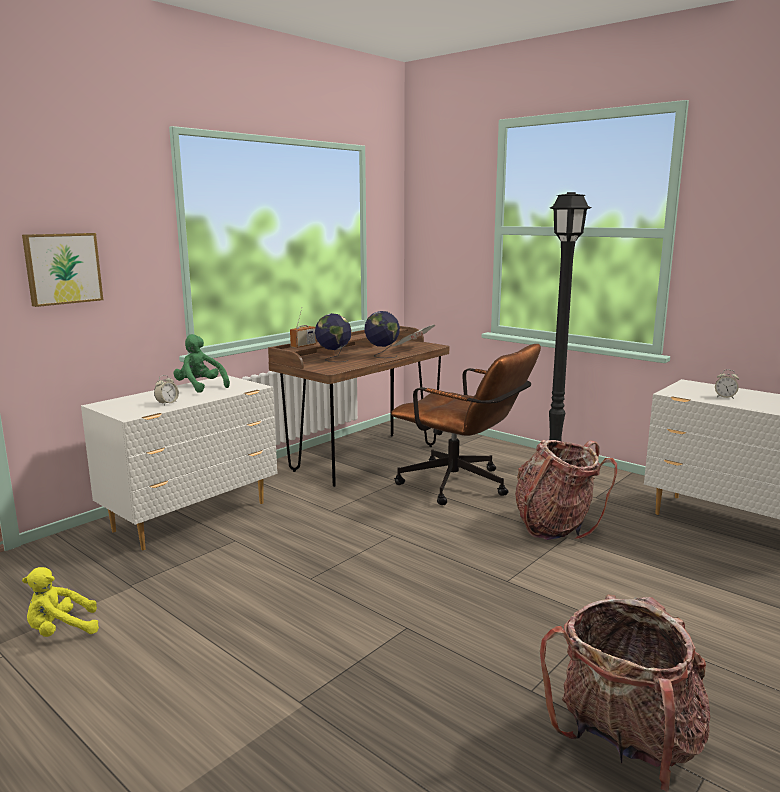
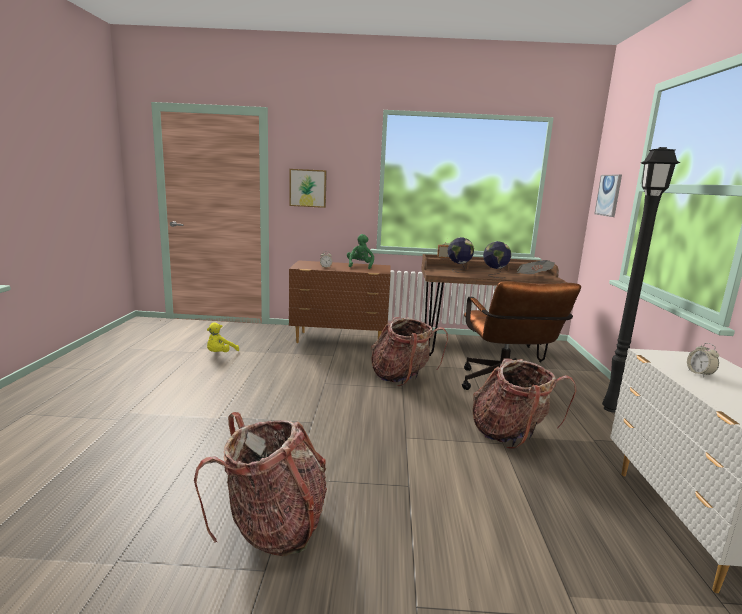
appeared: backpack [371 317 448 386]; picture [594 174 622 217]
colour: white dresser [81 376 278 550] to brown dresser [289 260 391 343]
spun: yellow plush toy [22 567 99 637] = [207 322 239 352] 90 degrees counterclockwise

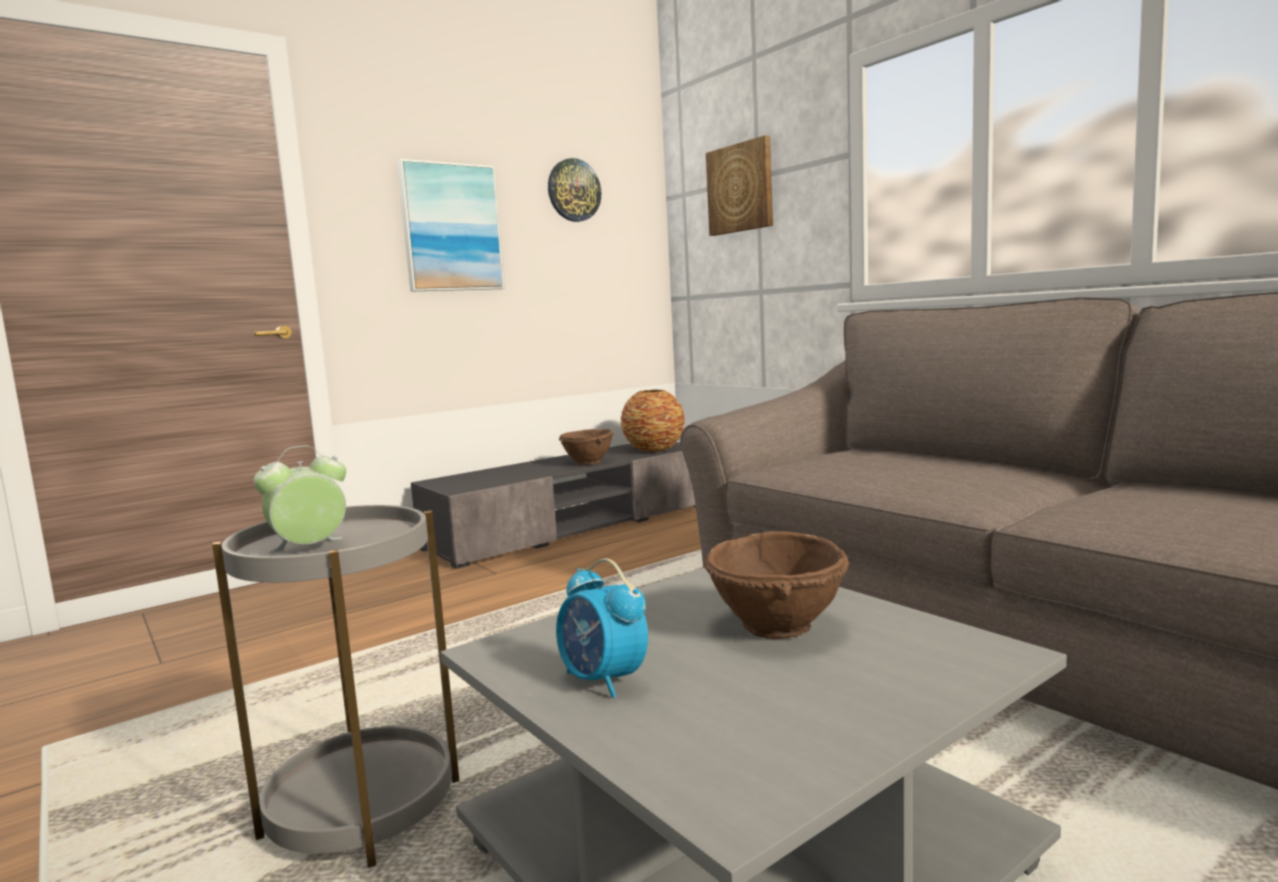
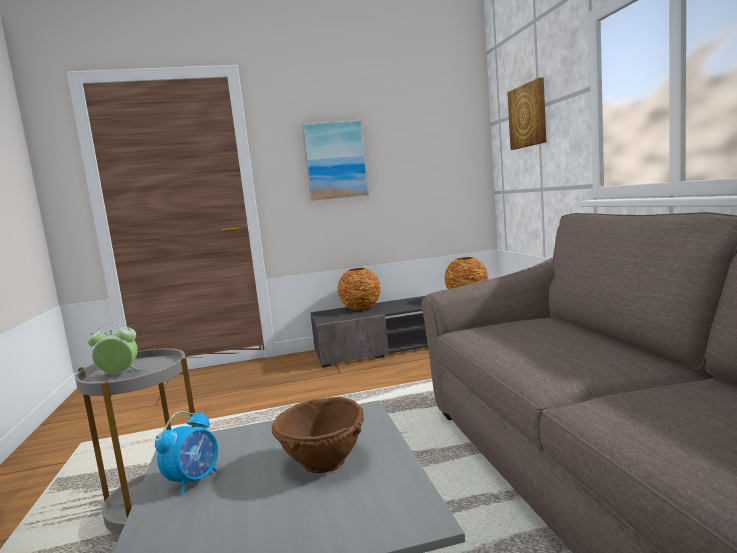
missing: wall clock [548 158 601 222]; brown bowl [559 429 614 465]
appeared: vase [338 268 381 310]
spun: alarm clock [556 558 648 698] = [155 411 218 495] 135 degrees counterclockwise

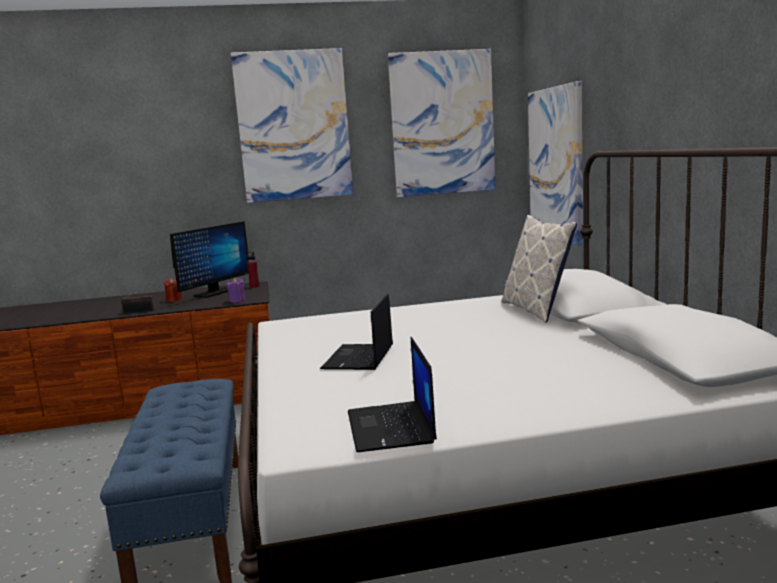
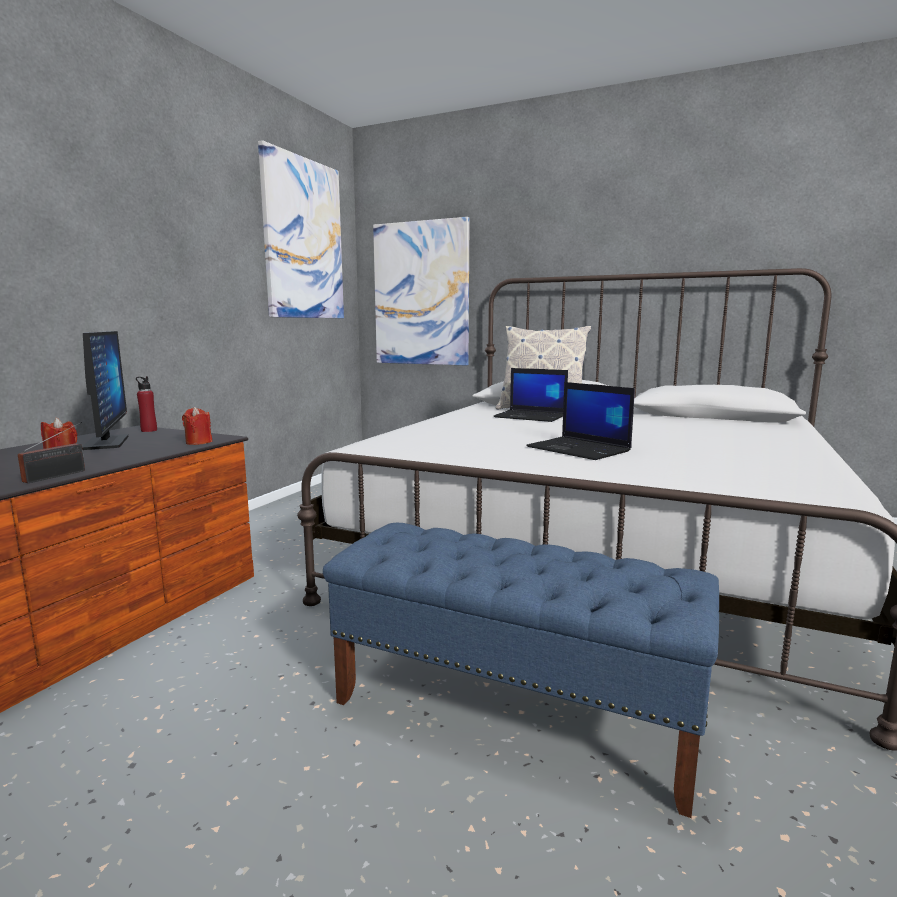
missing: picture [231 48 353 203]
relocated: laptop [348 337 437 452] to [493 368 568 422]
colour: purple candle [227 278 246 303] to red candle [182 407 212 445]

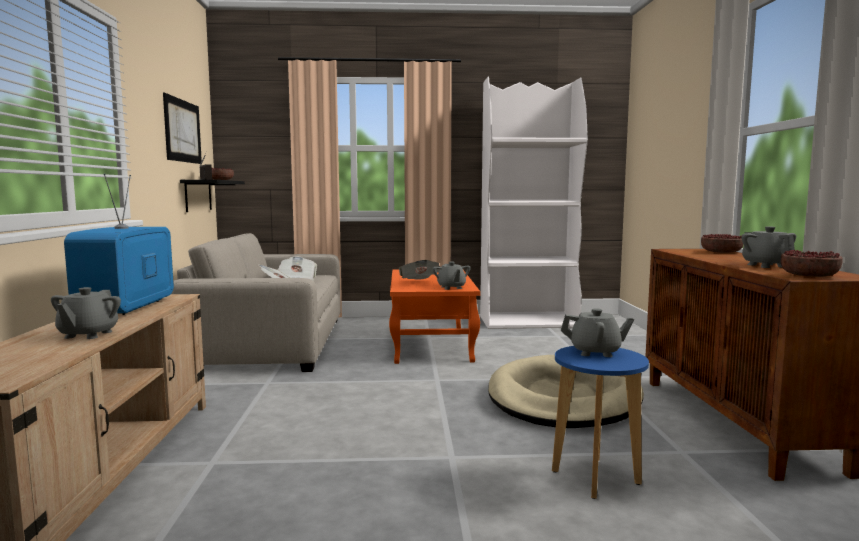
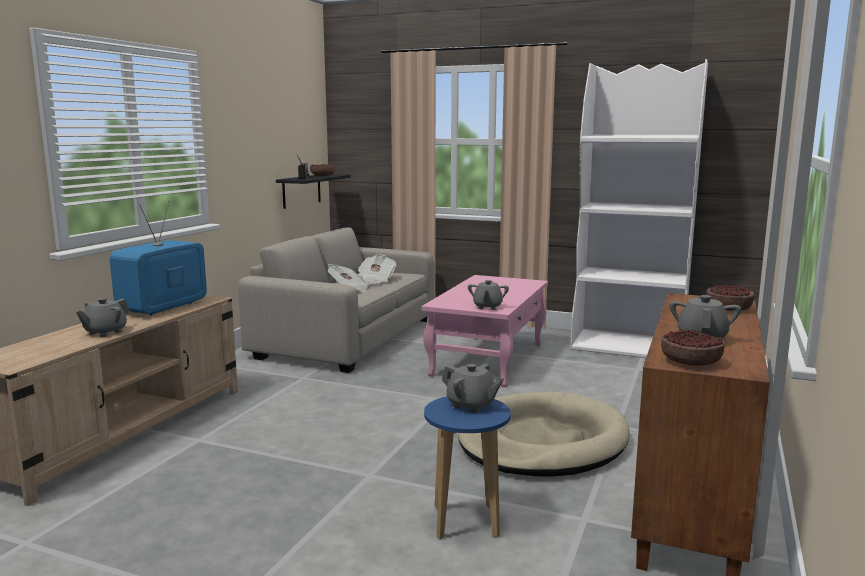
missing: picture [163 93 202 164]; newspaper [399 260 440 280]
colour: orange coffee table [389 269 480 364] to pink coffee table [422 275 548 387]

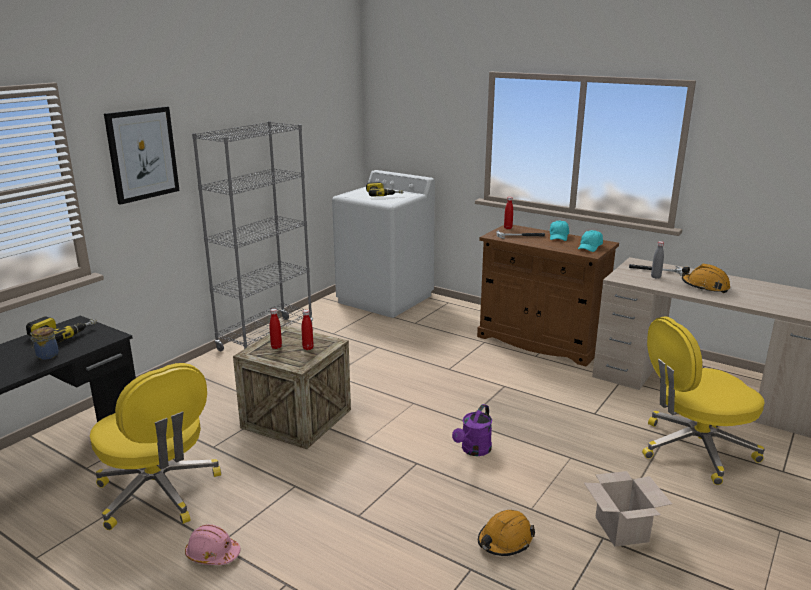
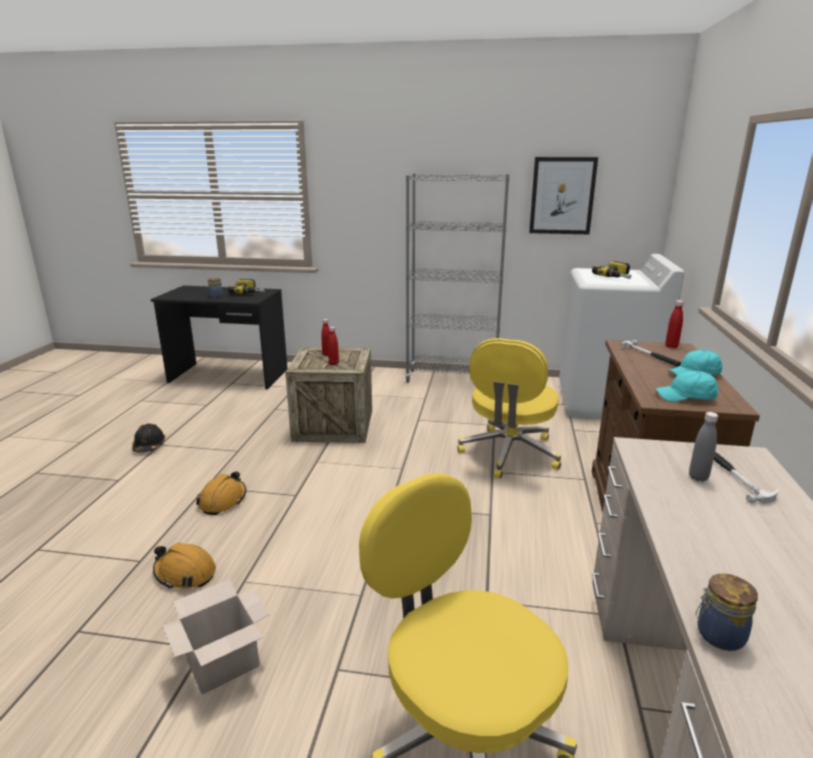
missing: purple watering can [452 404 492 456]
appeared: jar [696 573 758 651]
relocated: yellow office chair [90 363 221 530] to [457 338 561 479]; picture [104 106 180 205] to [529 157 598 234]; orange hard hat [682 264 730 293] to [196 471 246 515]
colour: pink hard hat [185 524 241 565] to black hard hat [132 423 165 453]

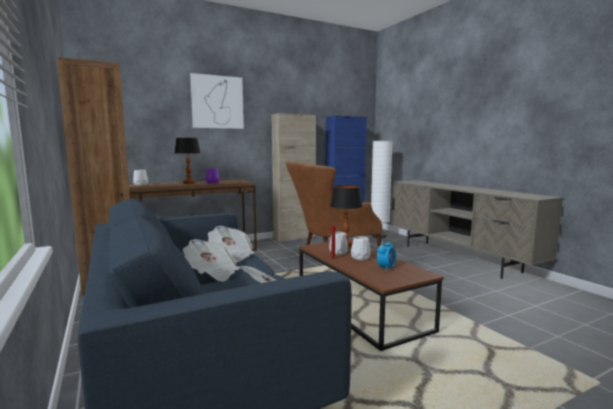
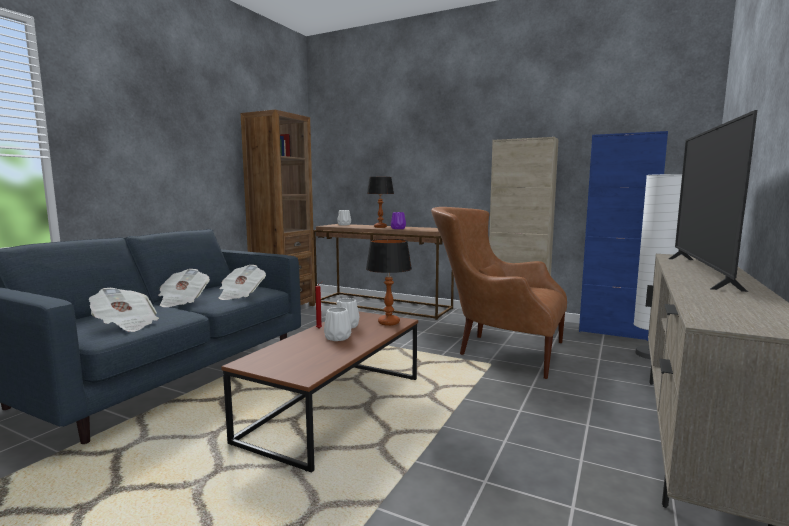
missing: picture [190 73 244 129]; alarm clock [377 240 396 271]
appeared: television [669 110 757 292]

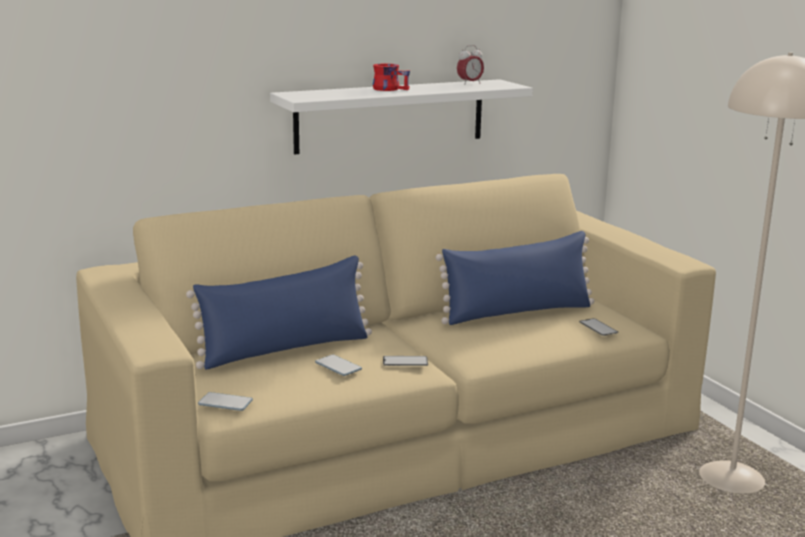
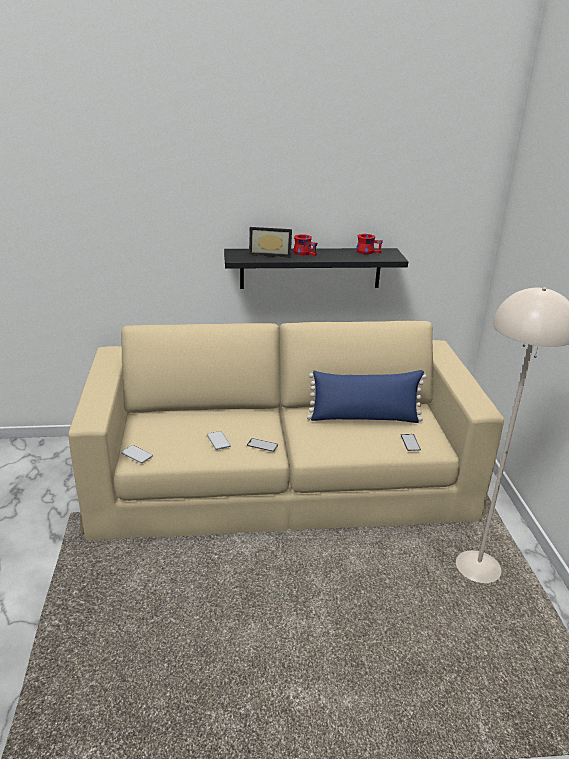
missing: blue pillow [186 256 372 370]
appeared: picture frame [249 227 292 257]
exchanged: alarm clock [457 45 484 85] to red mug [356 234 383 254]
colour: white shelf [270 79 533 154] to black shelf [224 248 408 289]

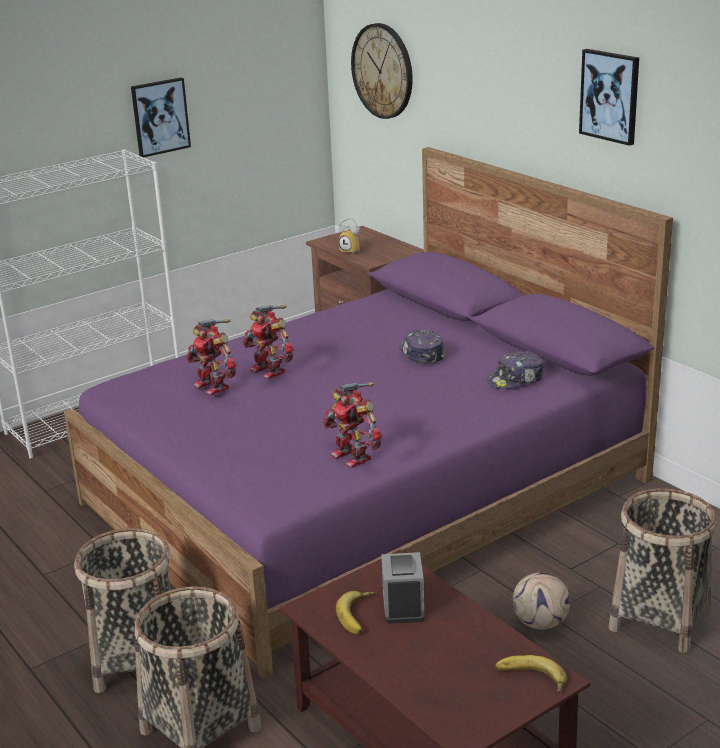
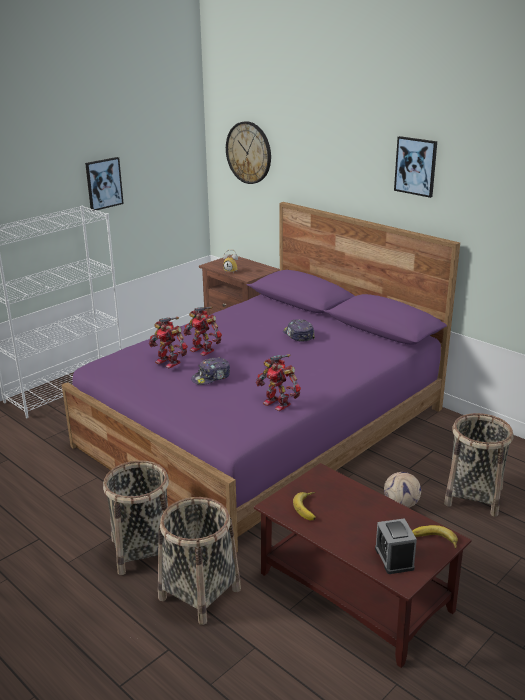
relocated: alarm clock [381 552 425 624] to [375 518 417 574]; cap [486 351 543 389] to [191 357 230 385]

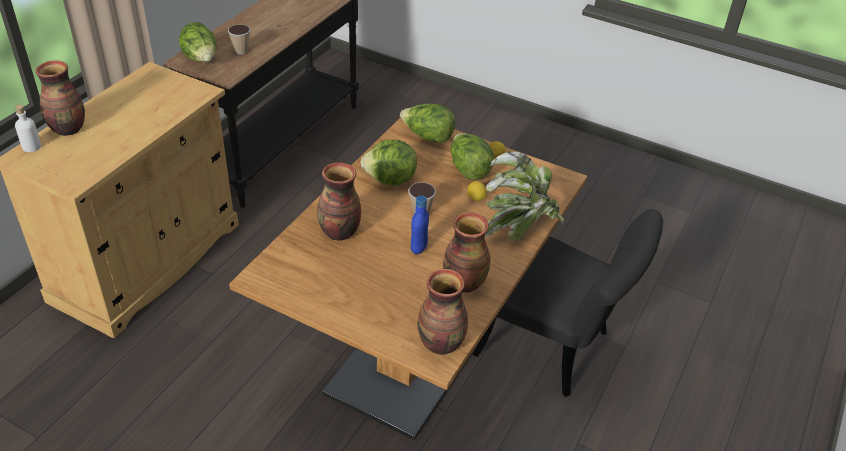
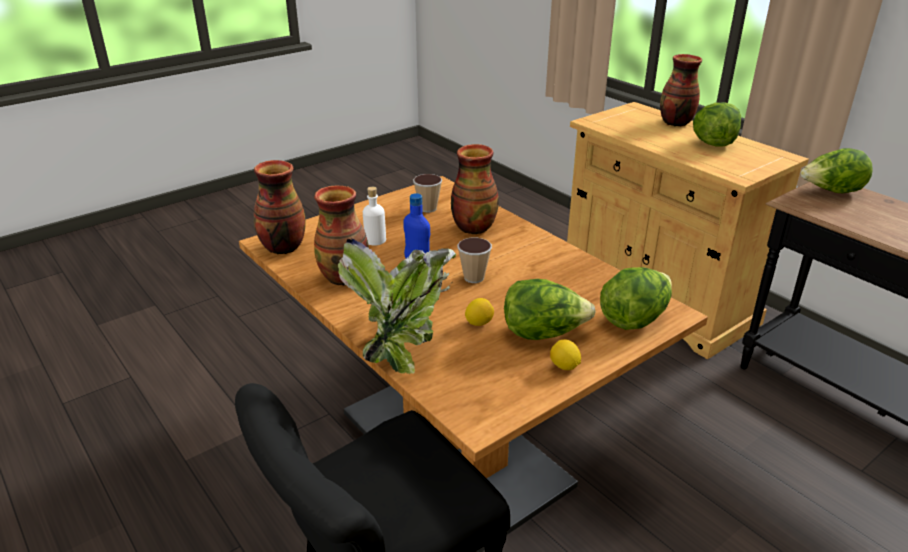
relocated: white bottle [15 105 41 152] to [363 187 386 246]; cup [228 24 250 55] to [413 174 442 213]; lettuce [360 140 417 186] to [693 102 741 147]

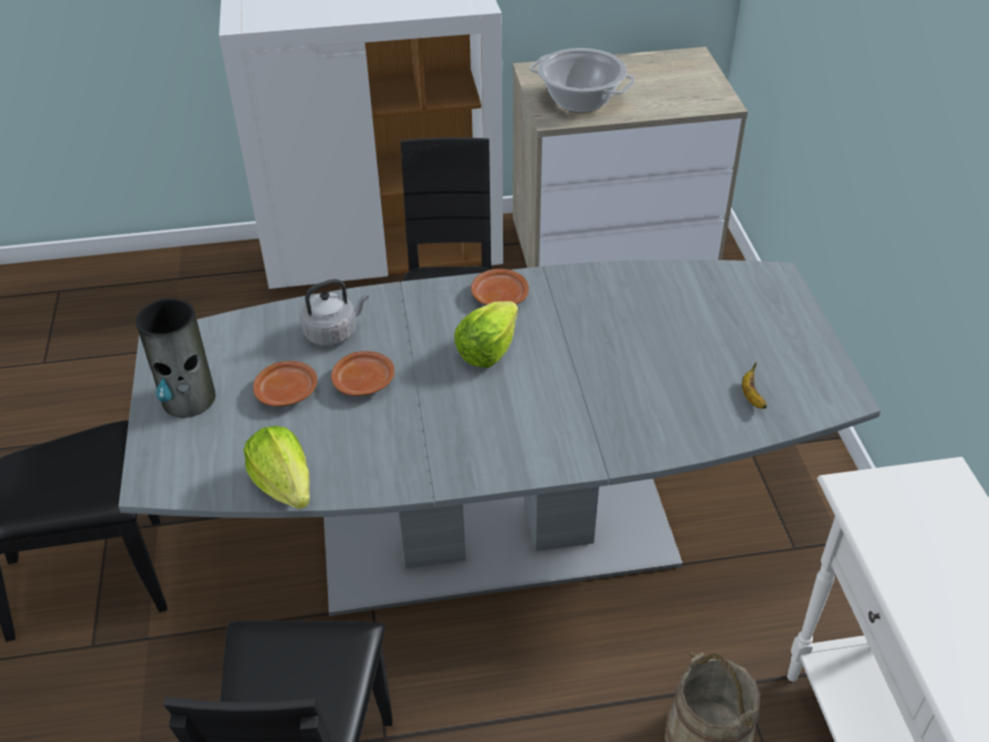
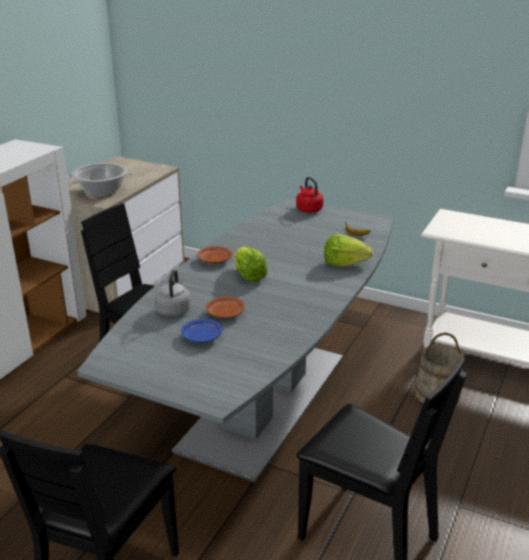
missing: vase [136 298 216 418]
appeared: red kettle [296 177 323 213]
relocated: lettuce [244 426 310 509] to [324 234 373 267]
colour: brown plate [253 361 317 406] to blue plate [181 319 222 343]

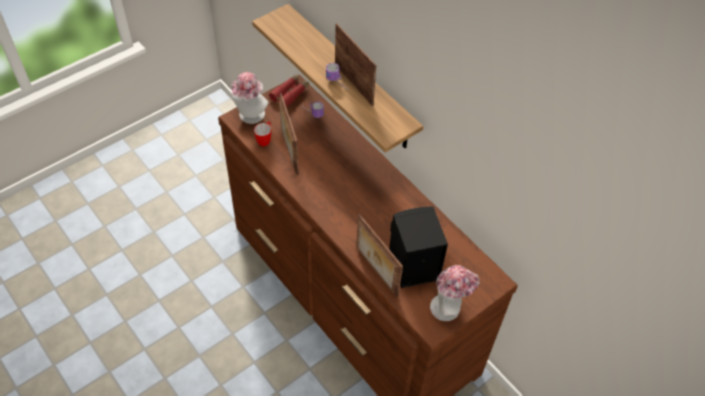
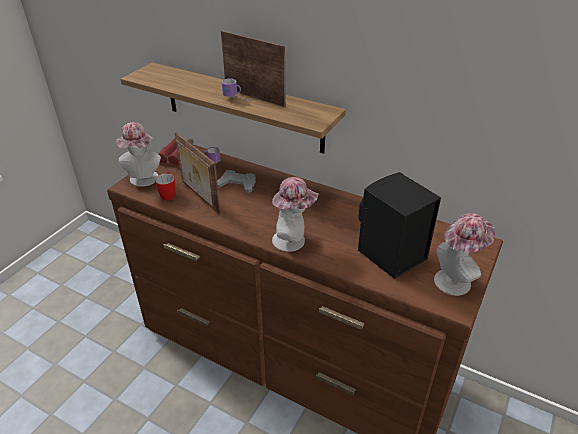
missing: picture frame [356 214 403 297]
appeared: grey game controller [217 170 256 193]; hat [272 177 318 252]

